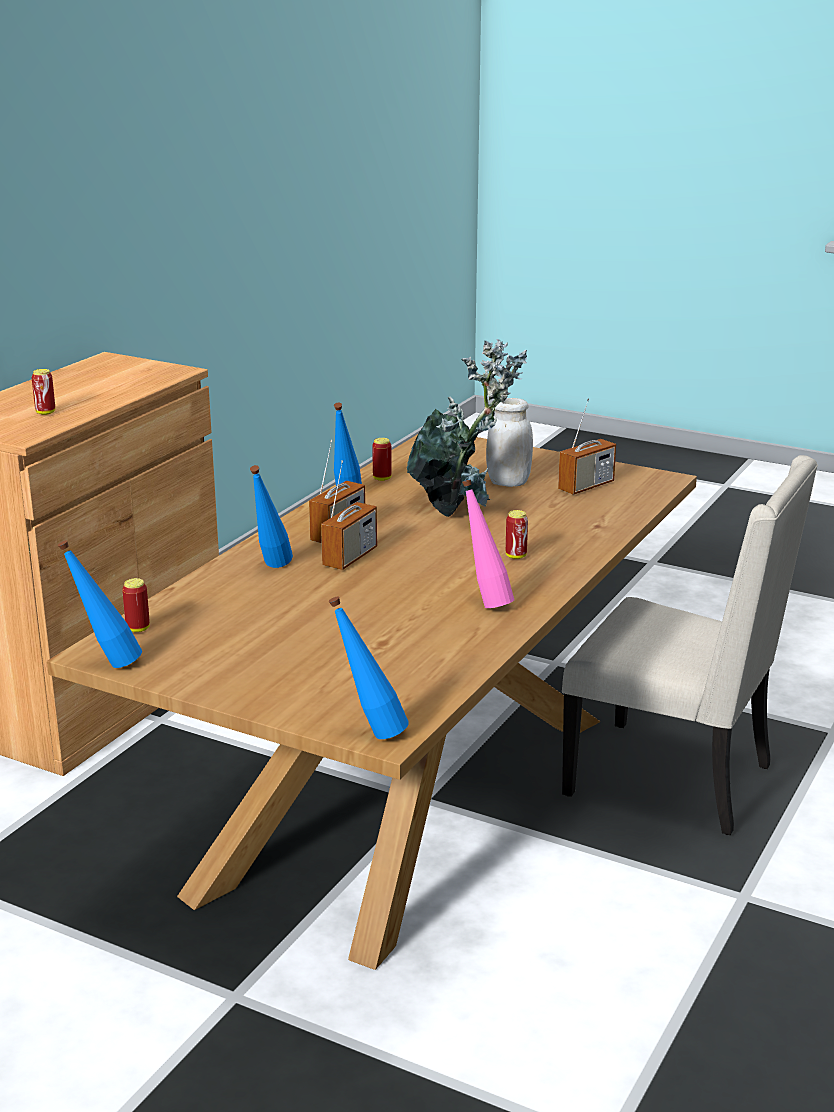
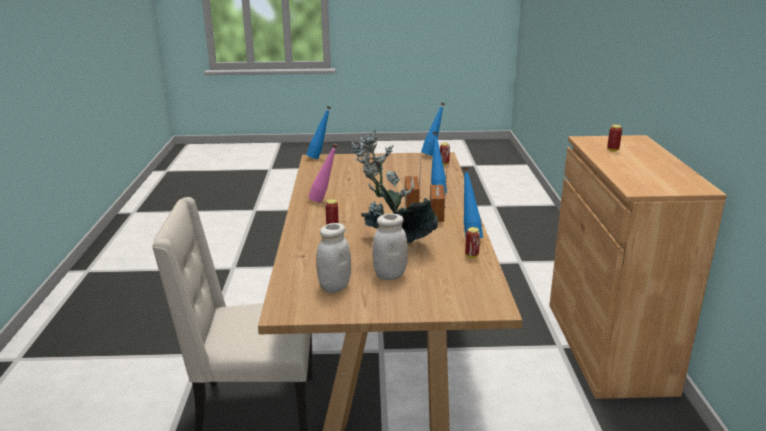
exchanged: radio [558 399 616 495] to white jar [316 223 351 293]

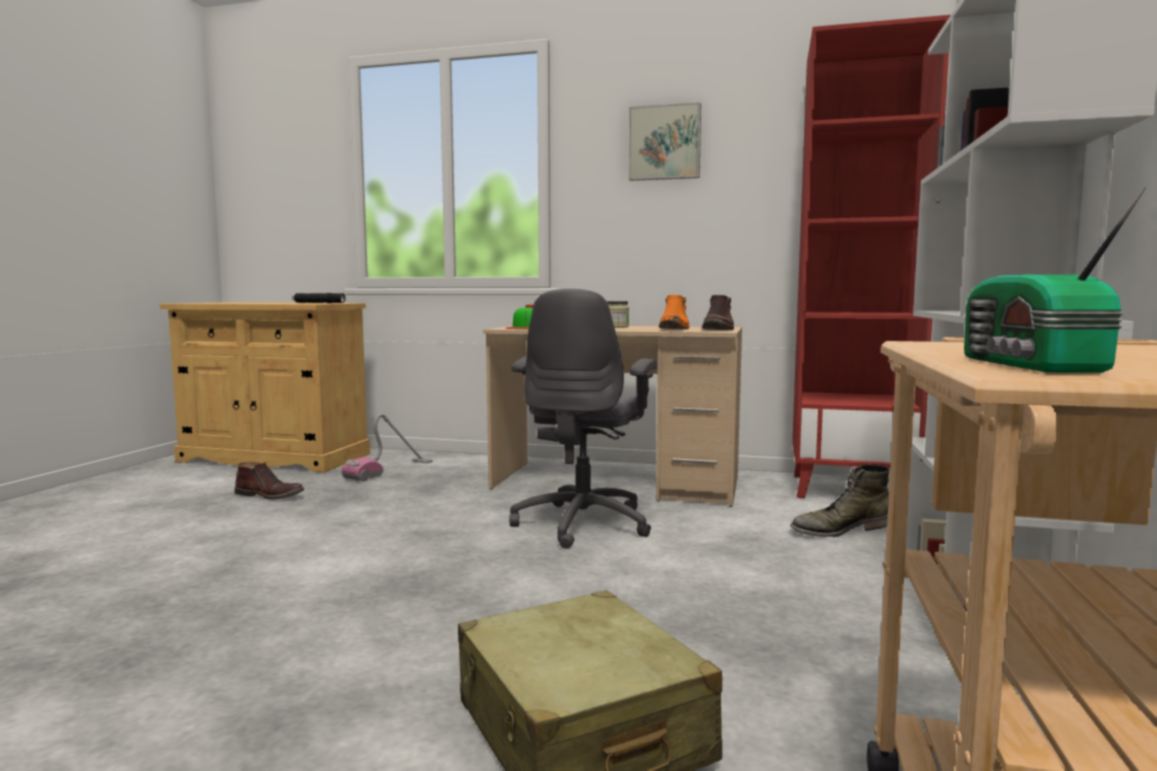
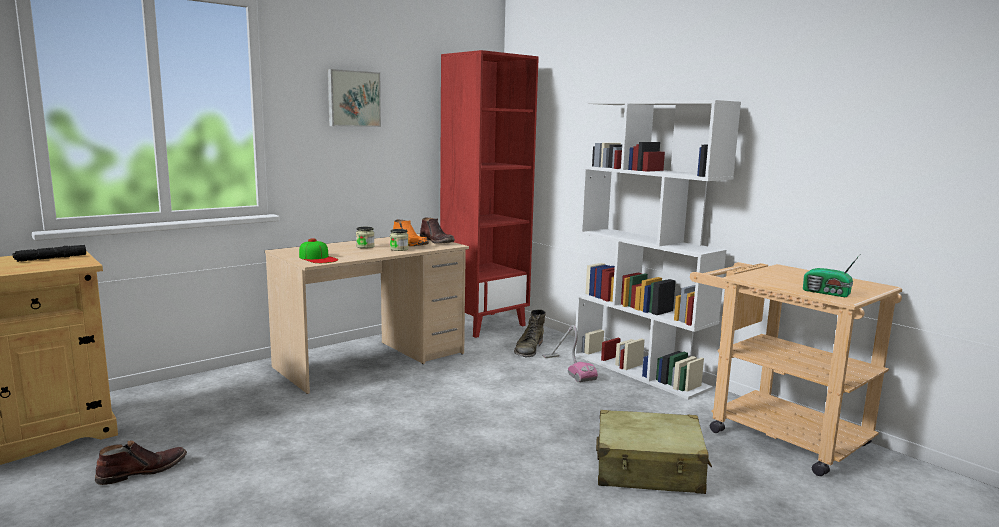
missing: grey office chair [509 289 657 549]
appeared: jar [390 229 408 251]
relocated: vacuum cleaner [341 414 433 482] to [542 325 598 383]

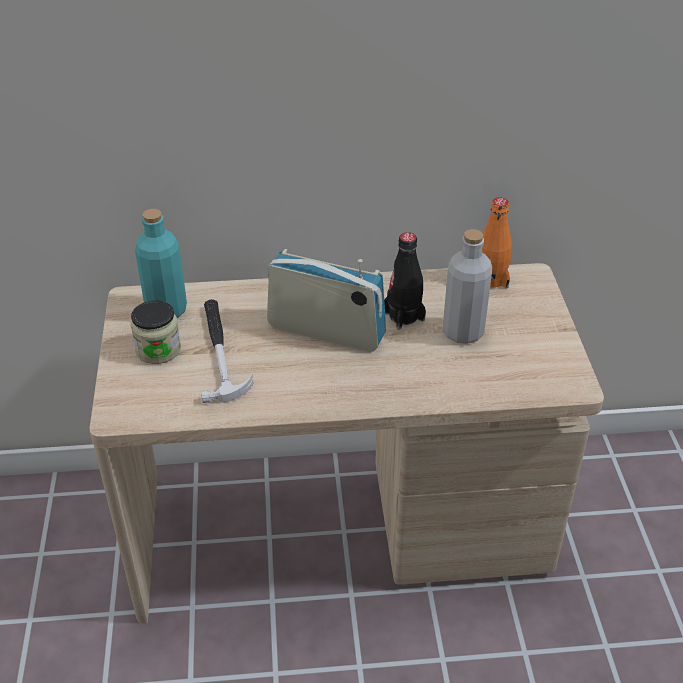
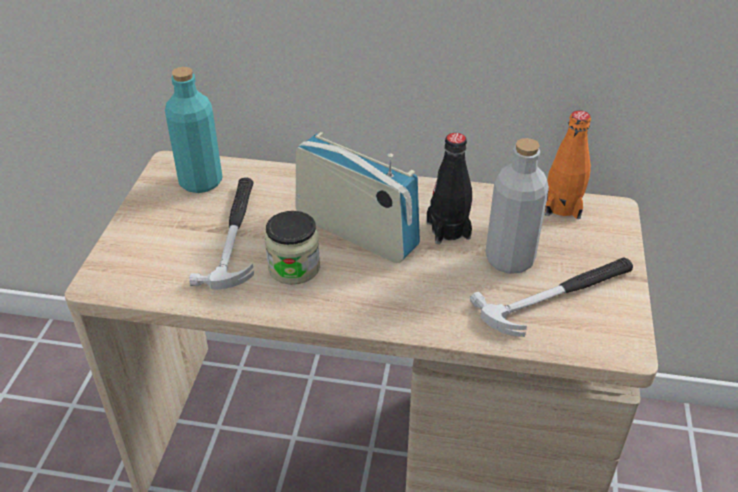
appeared: hammer [470 257 633 337]
relocated: jar [131 301 181 364] to [265 211 320 285]

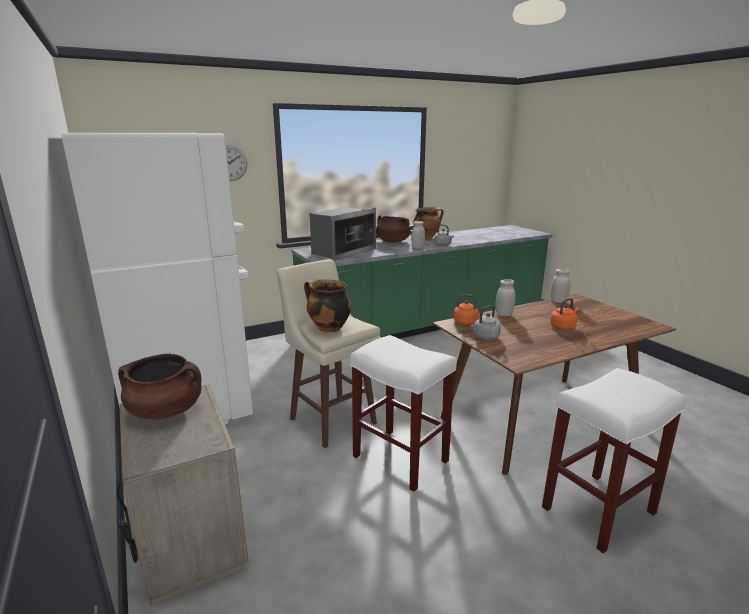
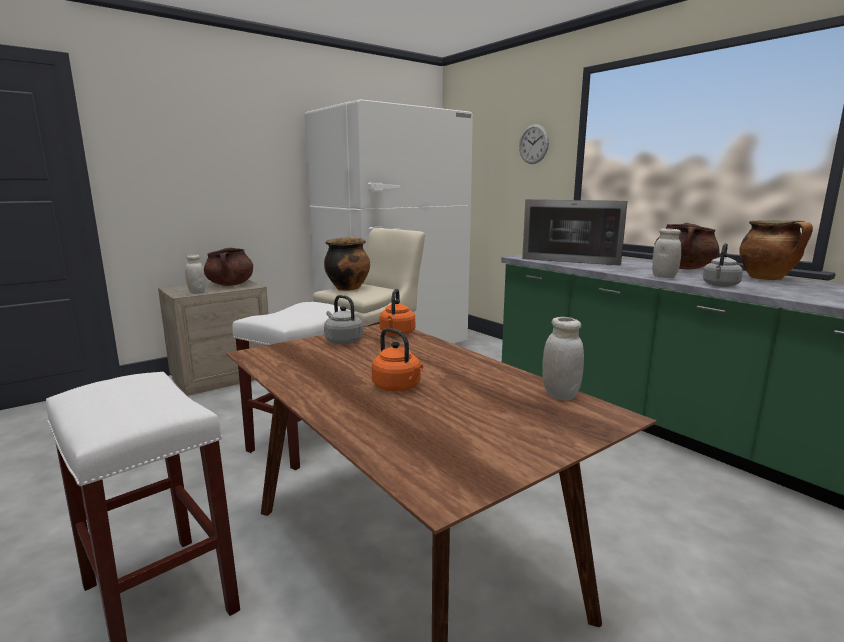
relocated: white jar [495 279 515 316] to [185 255 205 294]

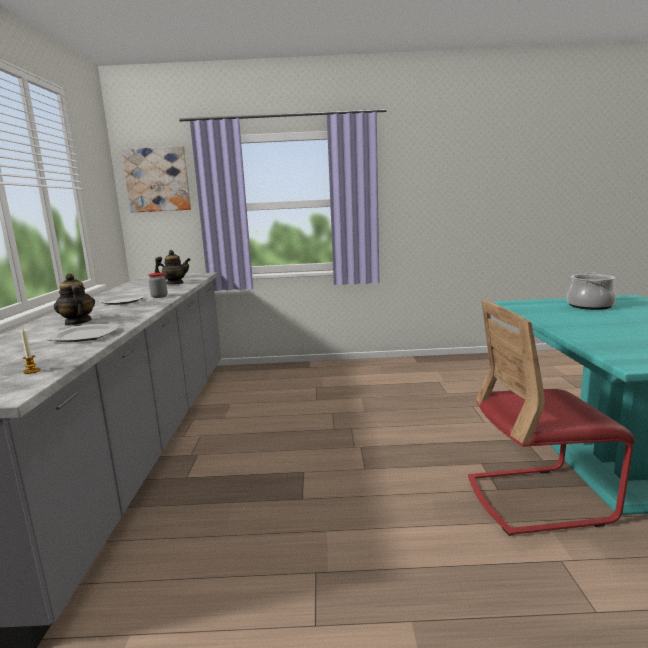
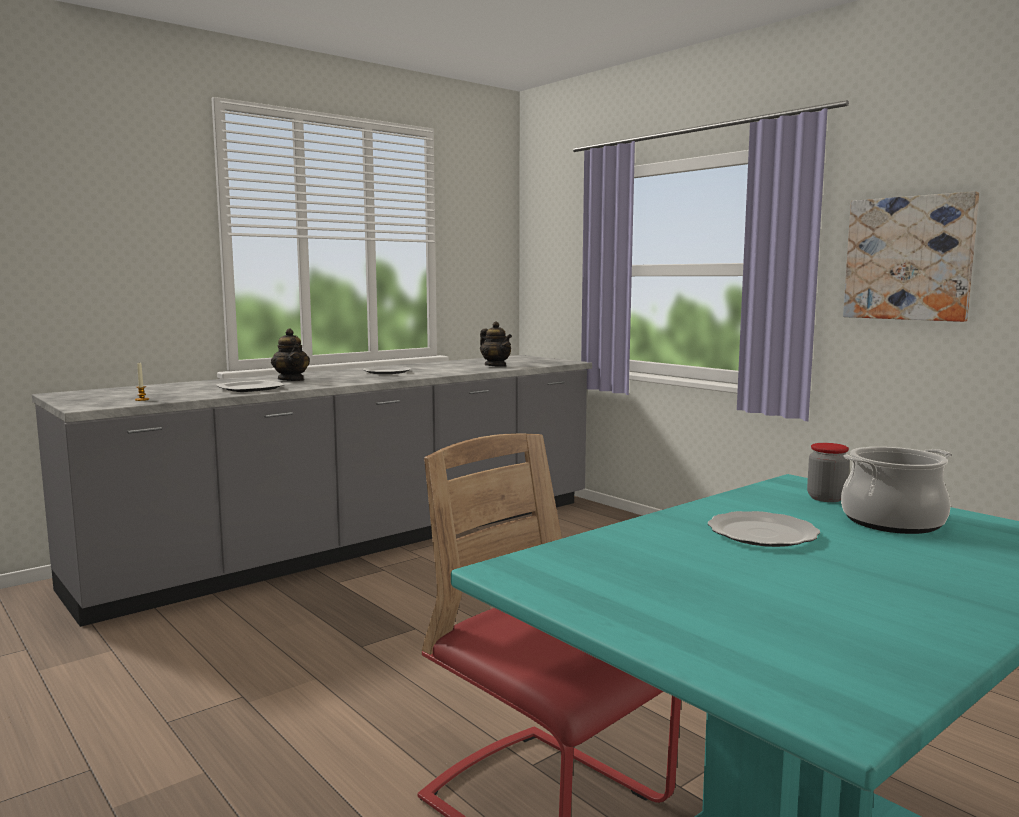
appeared: plate [708 511 820 547]
relocated: picture [121 146 191 213] to [843 191 979 322]; jar [149 273 167 298] to [807 443 849 502]
spun: teapot [54 273 95 326] = [271 329 310 381] 135 degrees clockwise

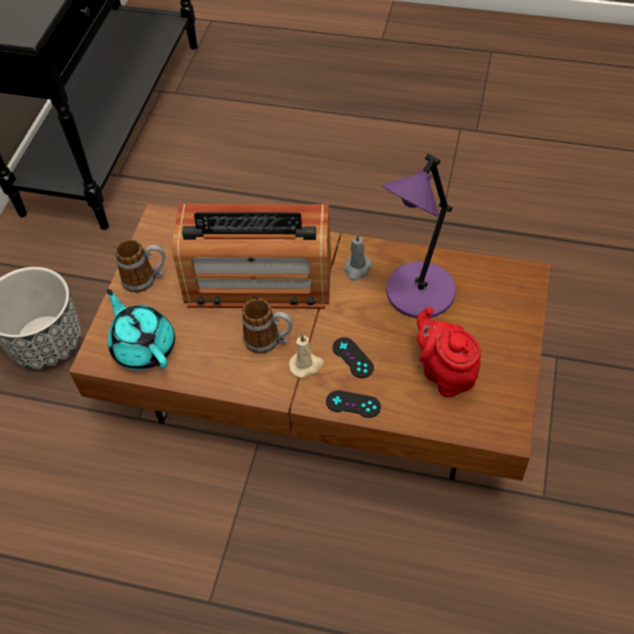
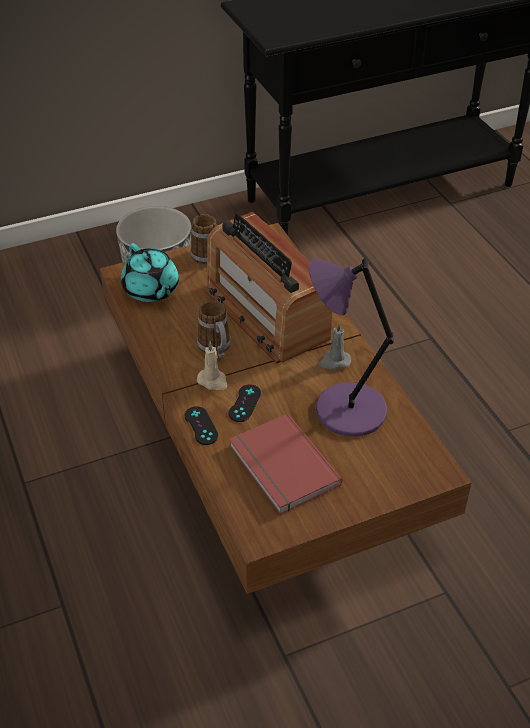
exchanged: red teapot [417 307 481 397] to red book [229 414 342 514]
spun: turquoise teapot [106 289 175 370] = [121 243 179 302] 135 degrees clockwise

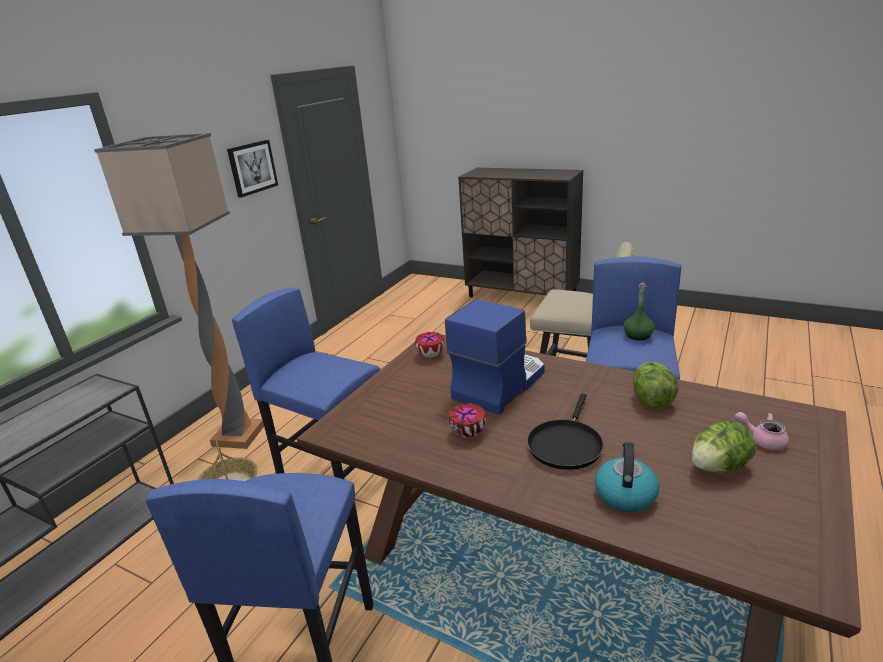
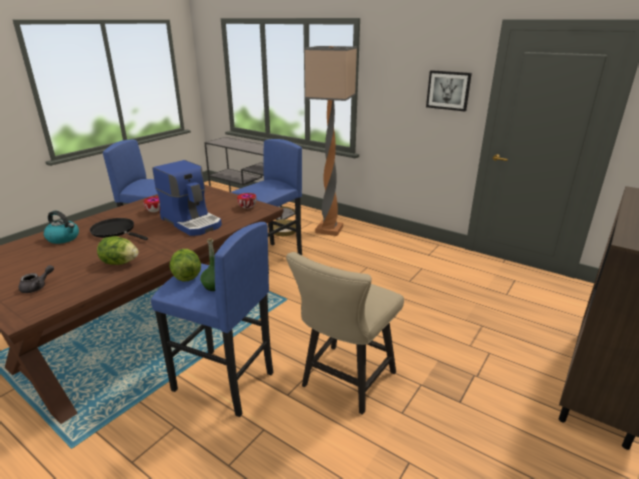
relocated: lettuce [691 421 756 473] to [170 249 201 281]
colour: pink teapot [735 412 789 450] to grey teapot [18 265 54 293]

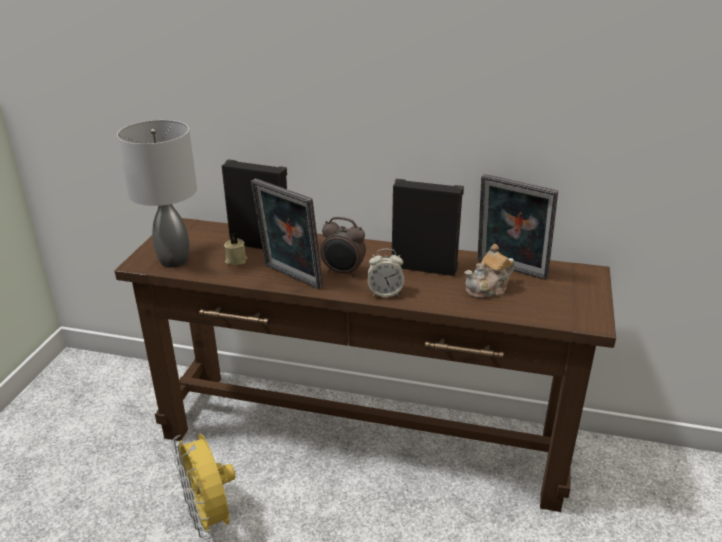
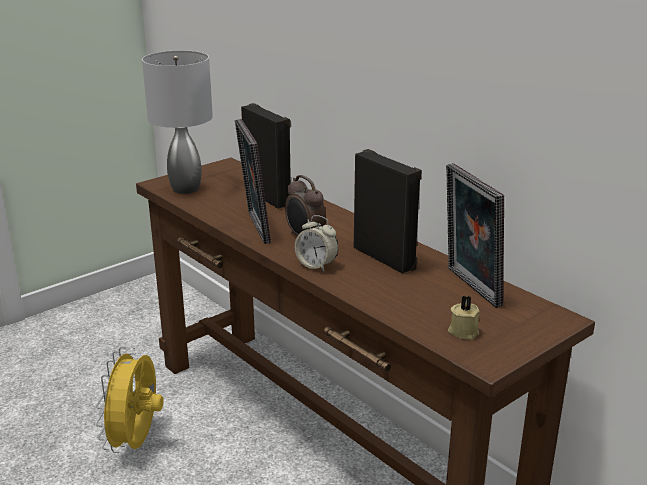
missing: teapot [465 244 515 298]
relocated: beige candle [224 234 247 265] to [448 295 480 340]

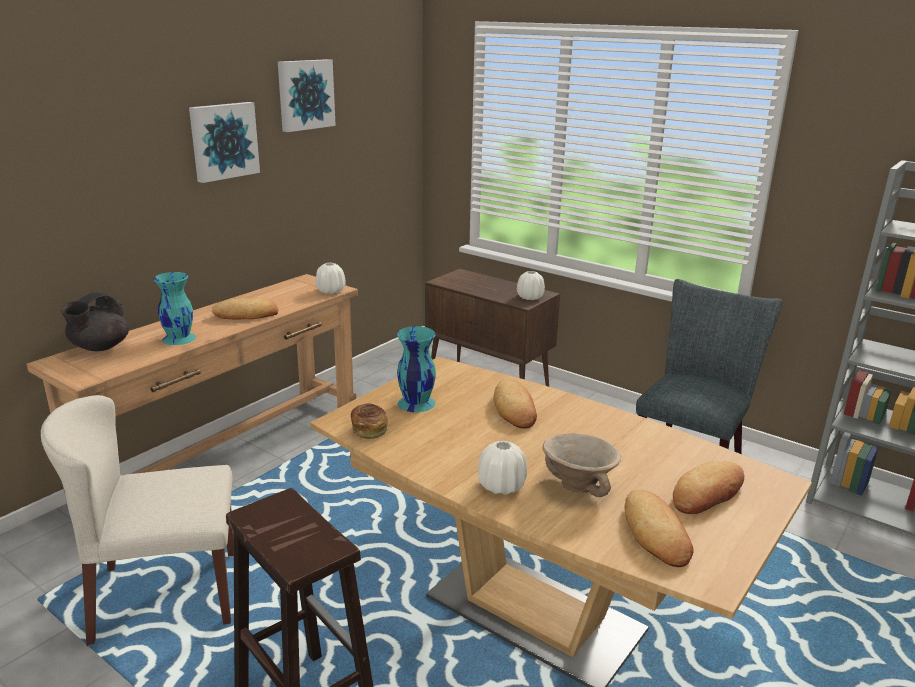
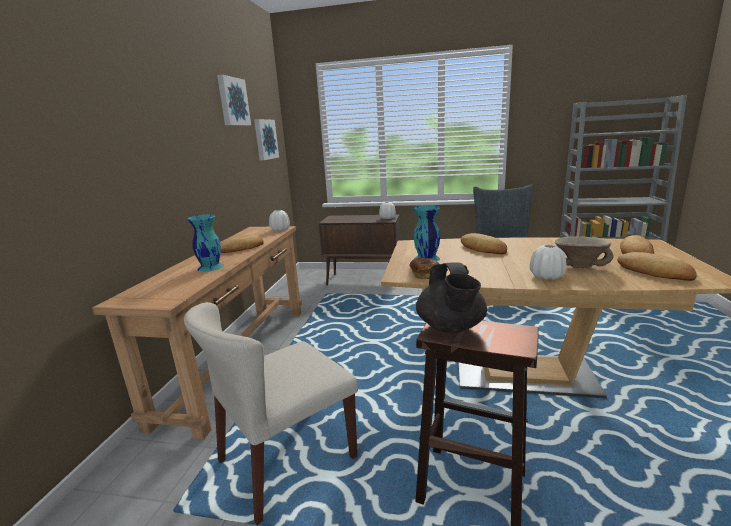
relocated: black teapot [61 292 129 351] to [416 262 487 333]; picture [189 102 260 183] to [254 119 279 161]

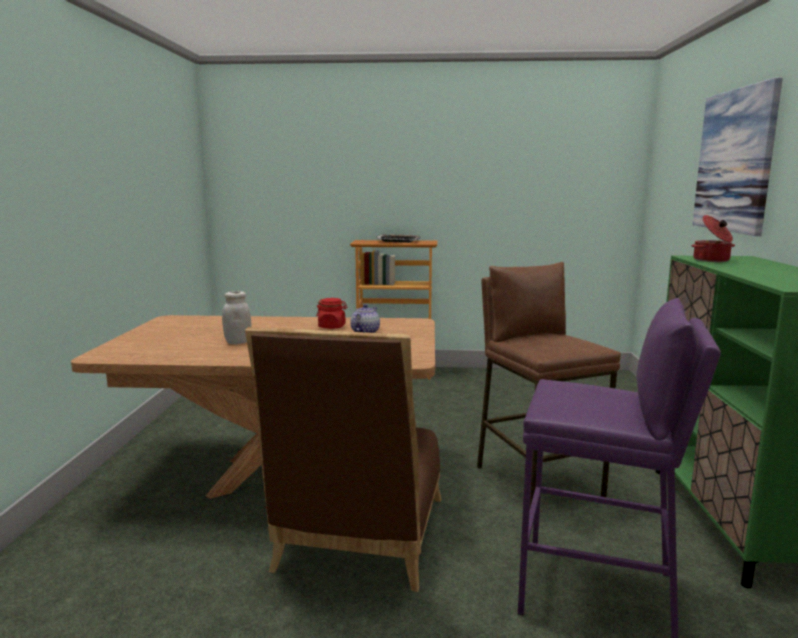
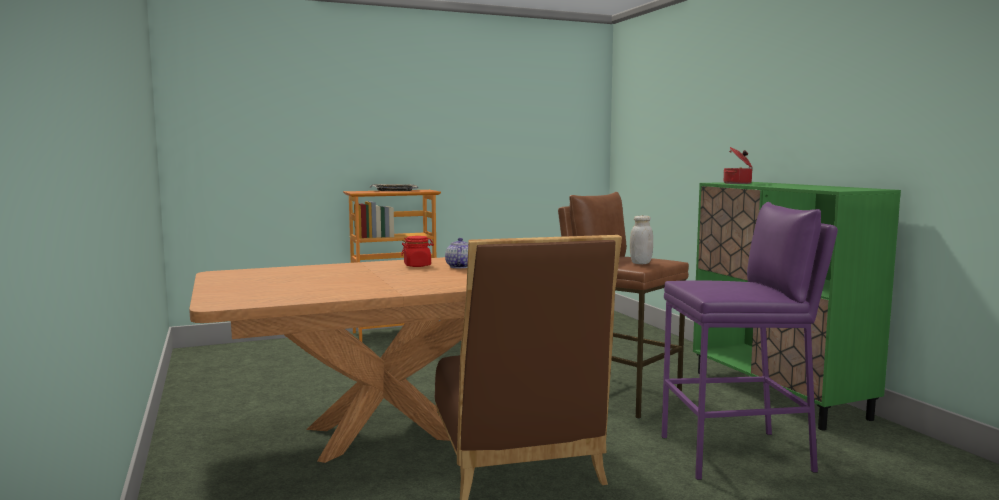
missing: picture [692 77 783 236]
relocated: white jar [222 291 251 344] to [630 215 653 264]

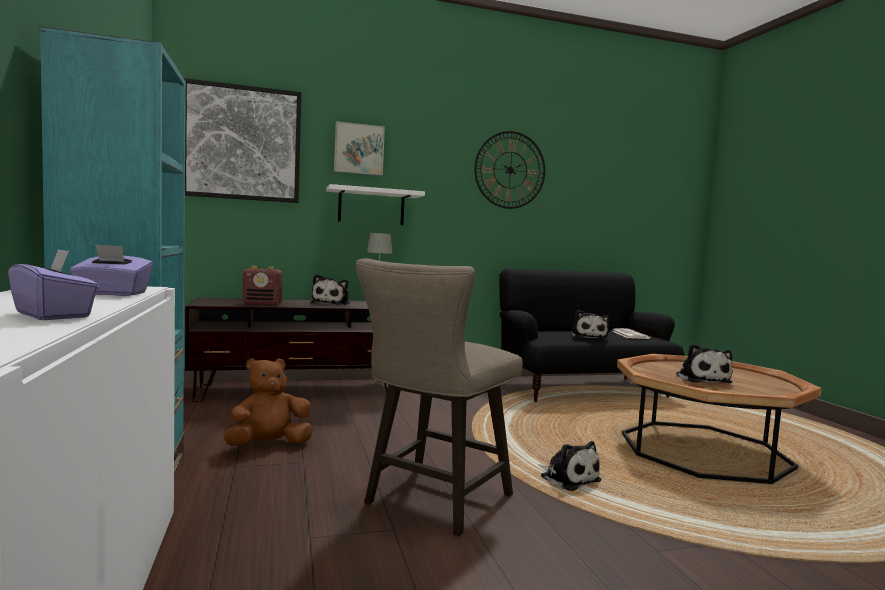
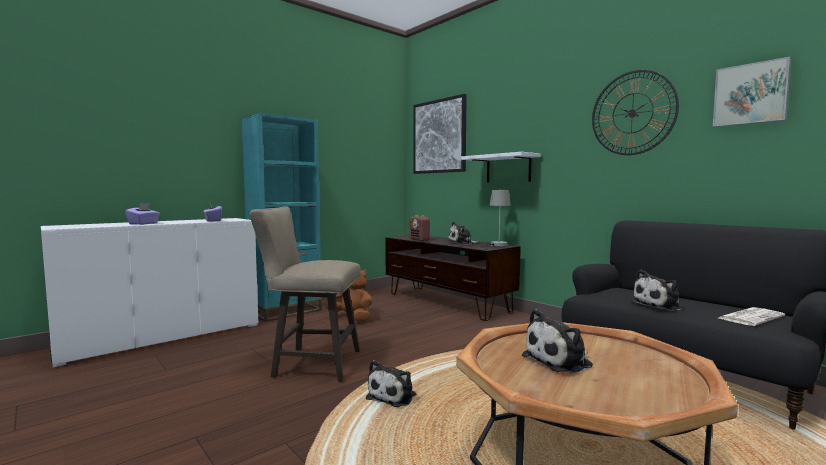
relocated: picture [334 121 385 176] to [713 57 791 127]

